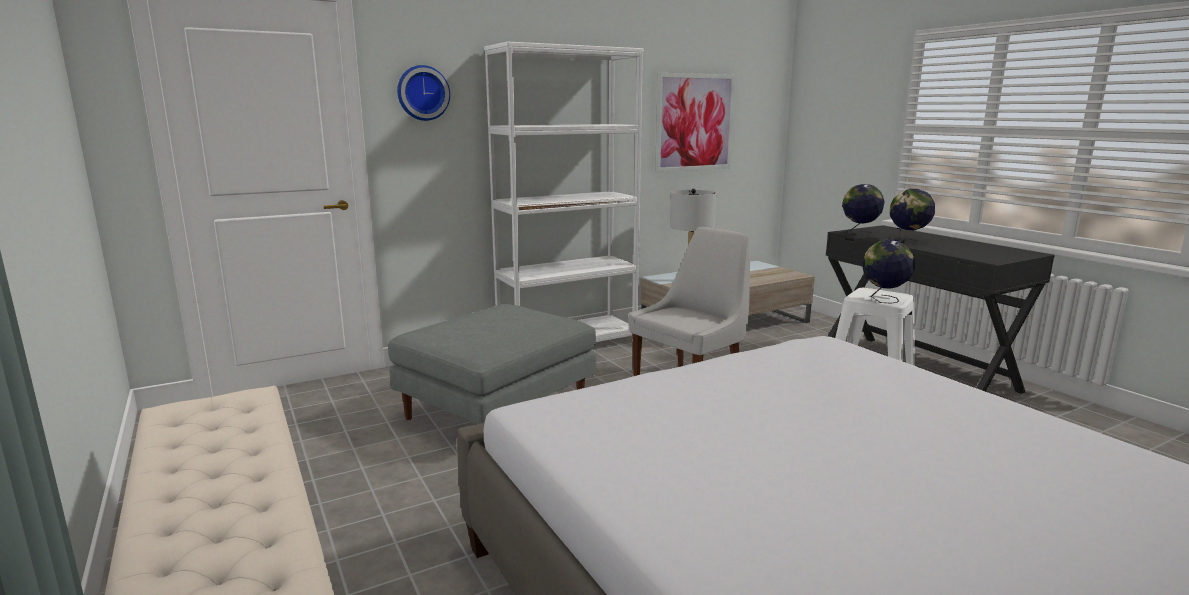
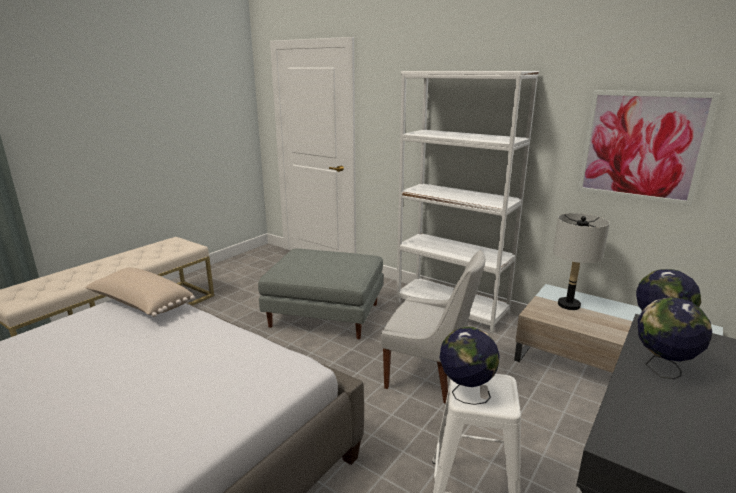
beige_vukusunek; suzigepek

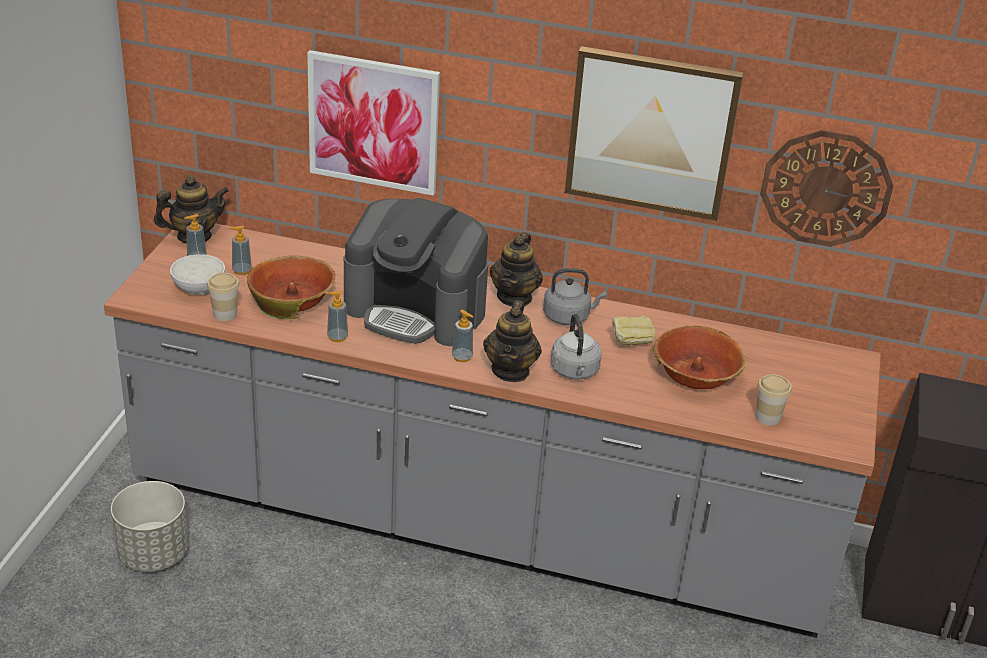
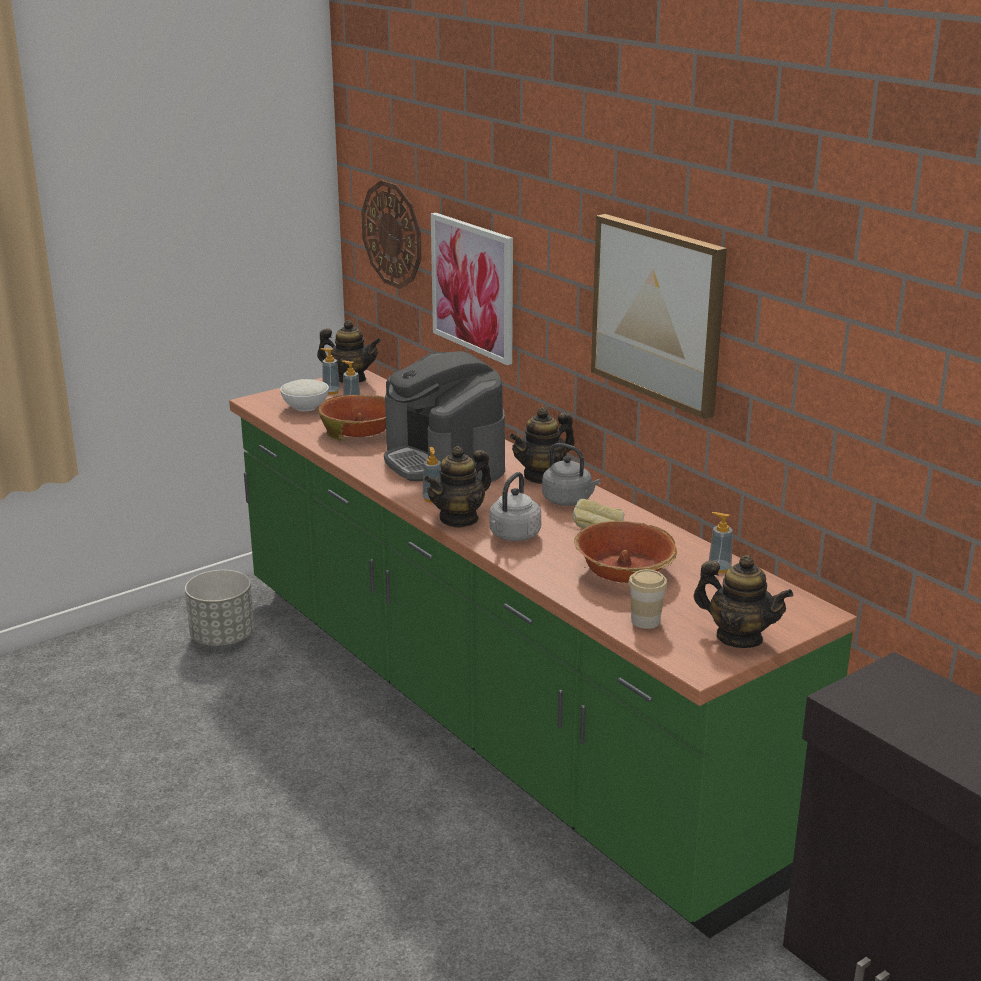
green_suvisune; suzigepek; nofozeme (4th from left); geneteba (4th from left); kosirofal (1st from left in the first image)

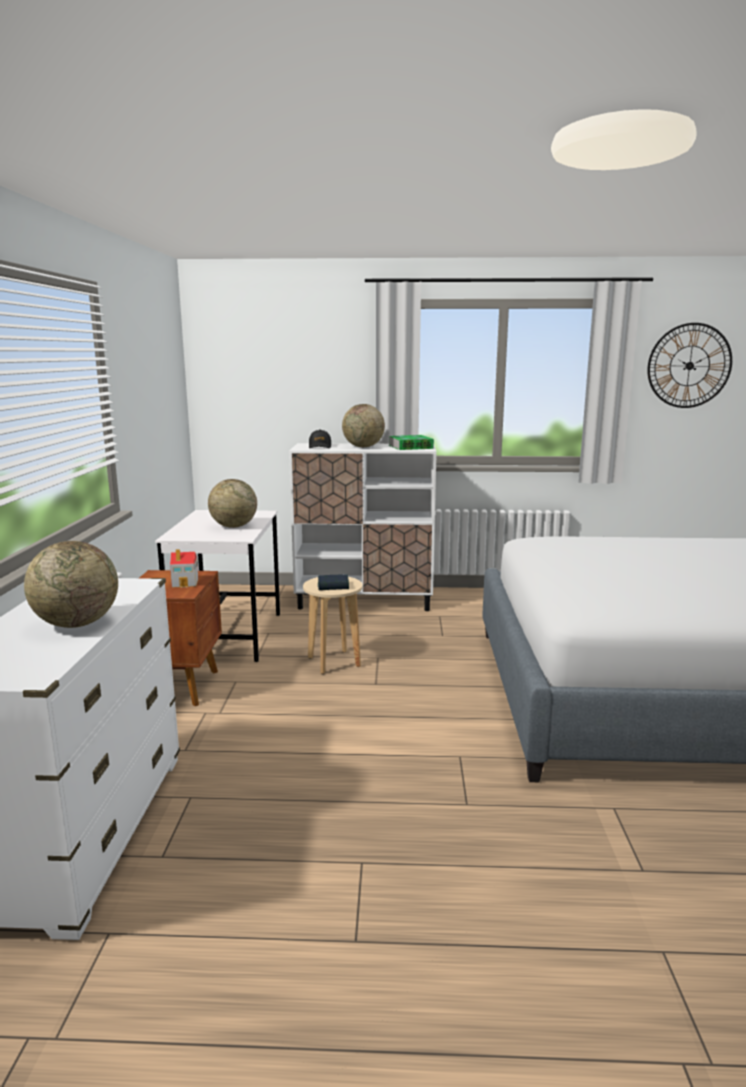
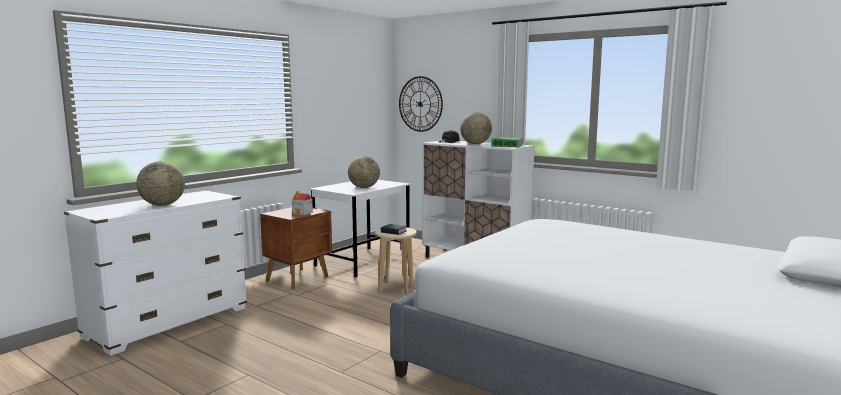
suzigepek

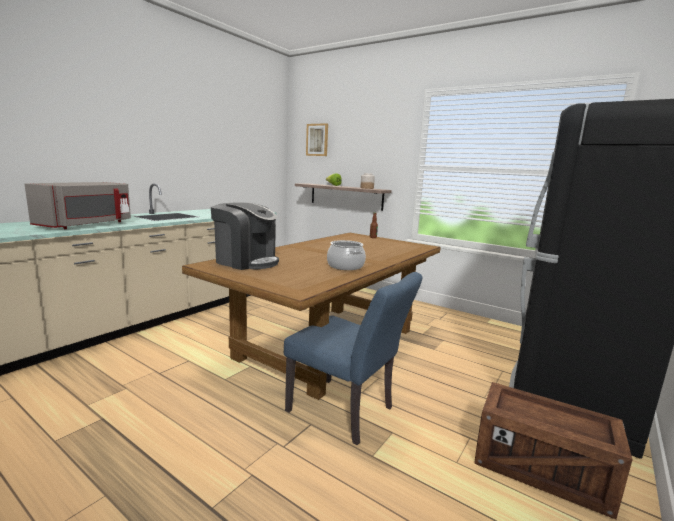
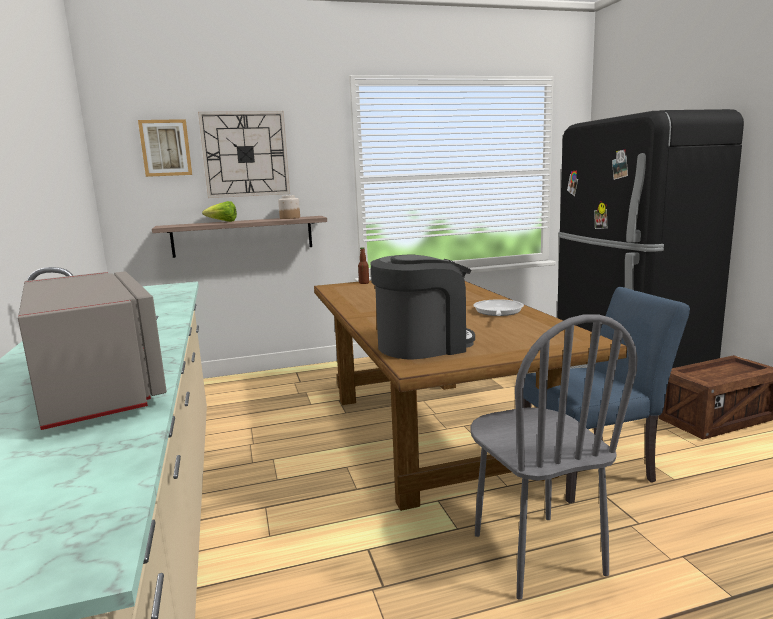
suzigepek; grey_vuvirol; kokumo

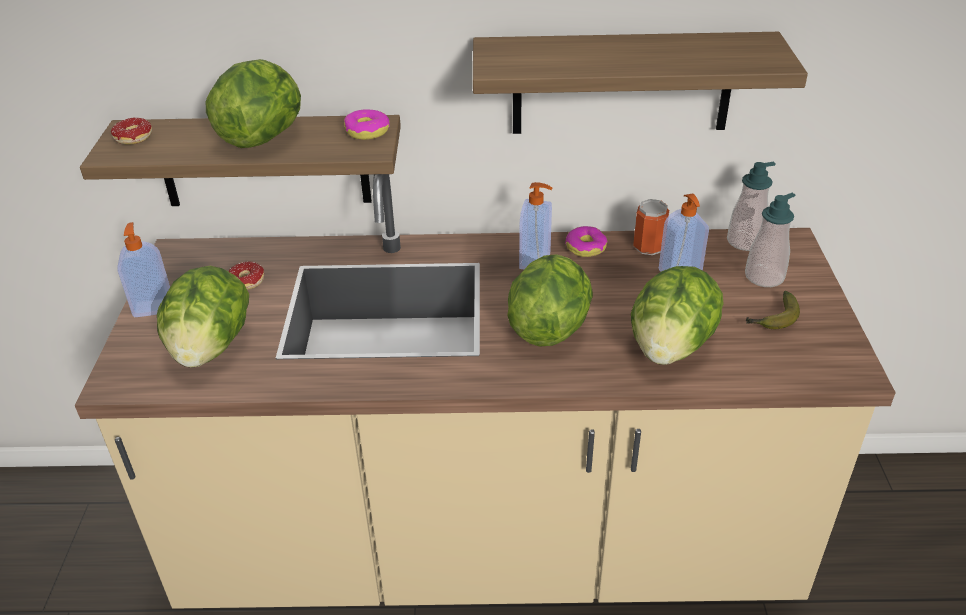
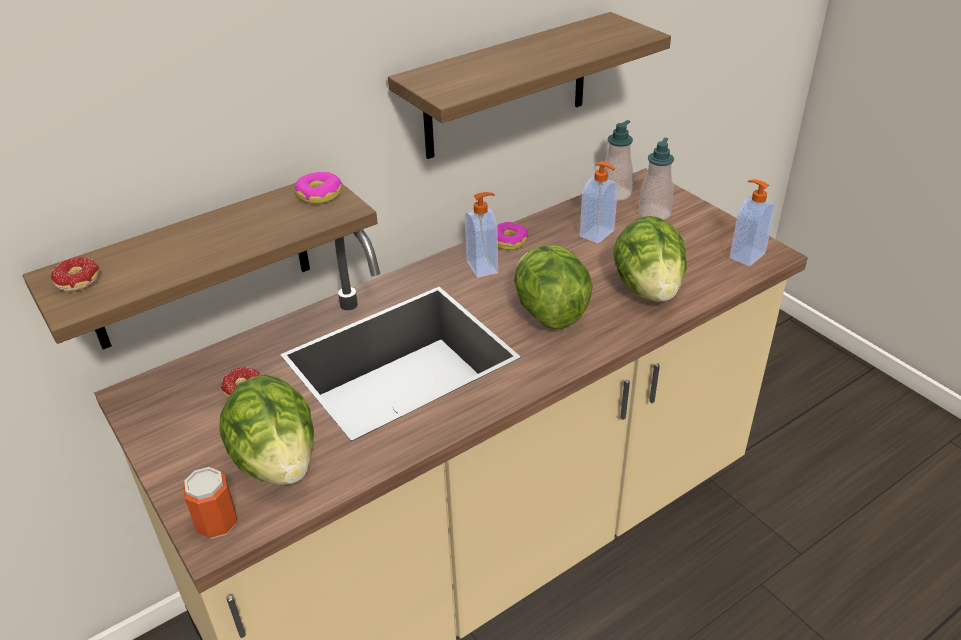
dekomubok; geneteba (5th from left); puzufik (2nd from left in the first image); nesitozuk

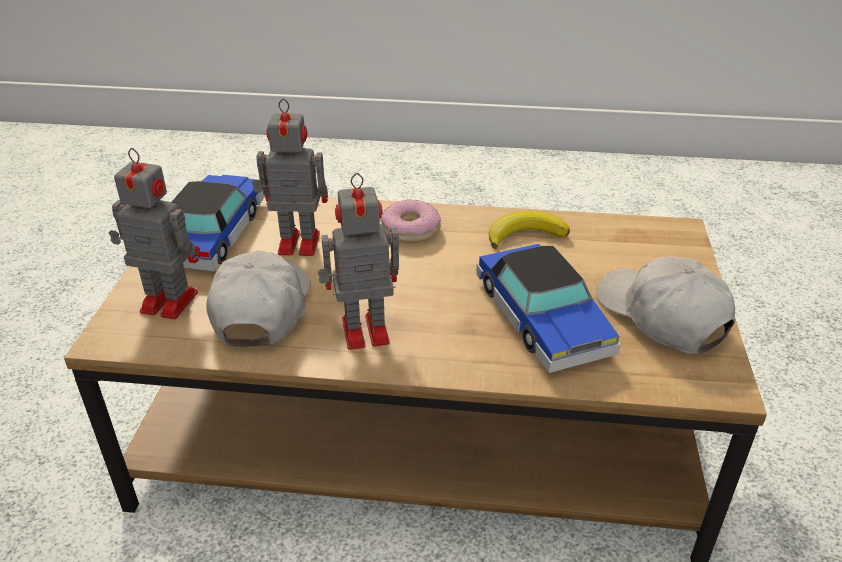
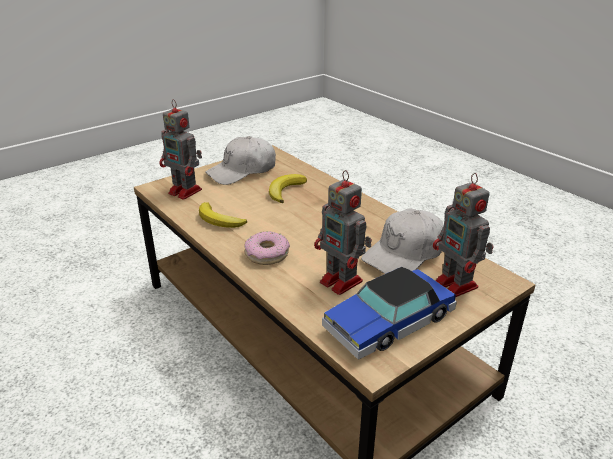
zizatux (1st from left); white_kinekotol (1st from left); nesitozuk (2nd from left)

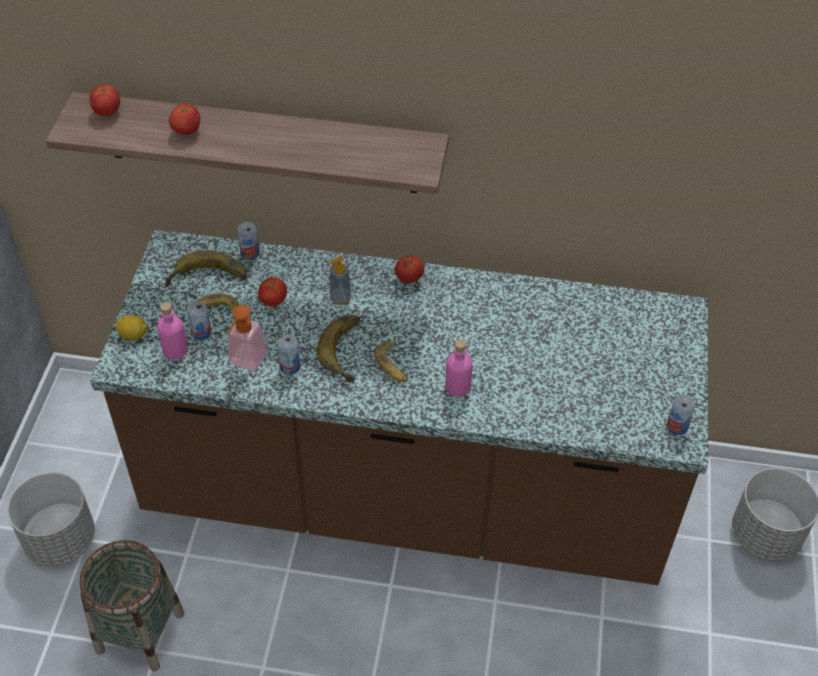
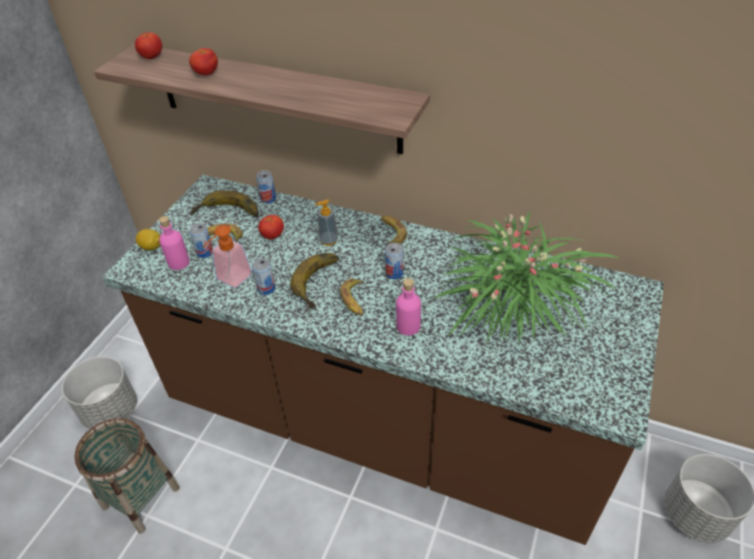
nesitozuk (5th from left); dekomubok (4th from left); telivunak

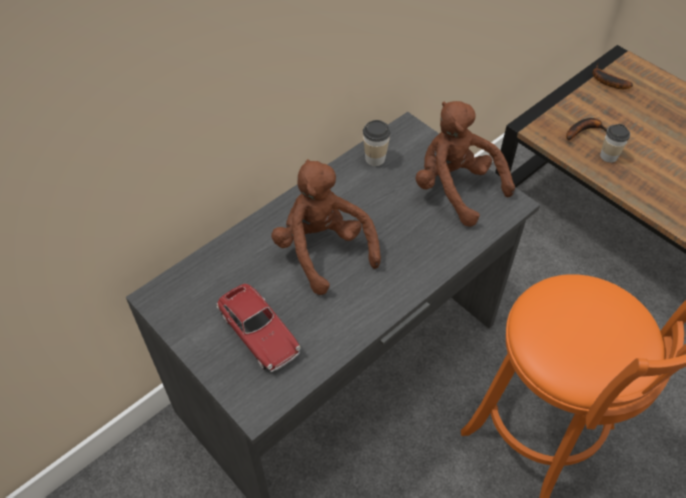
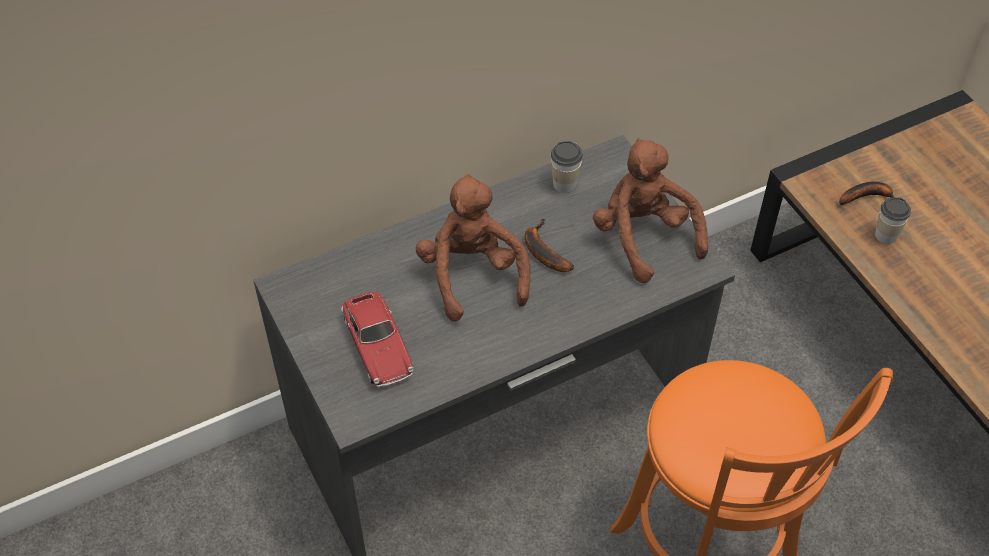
nesitozuk (1st from left)

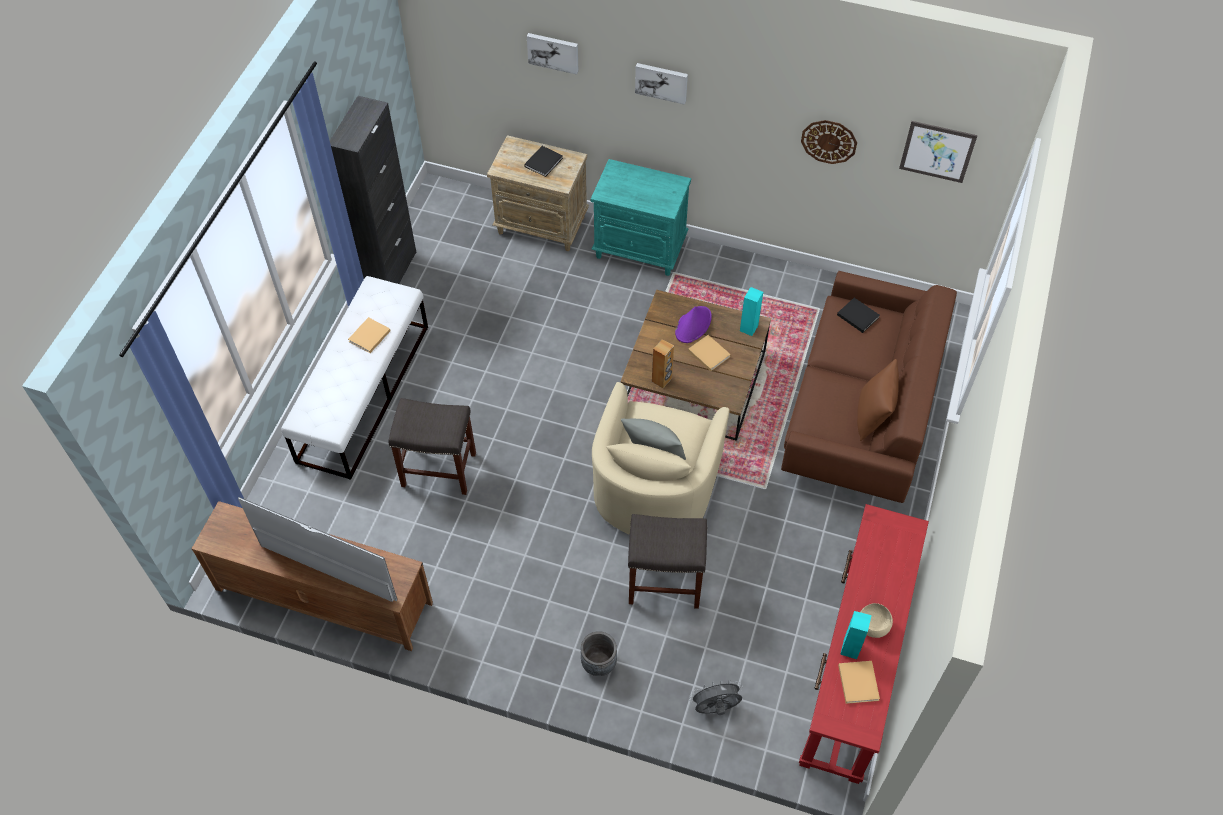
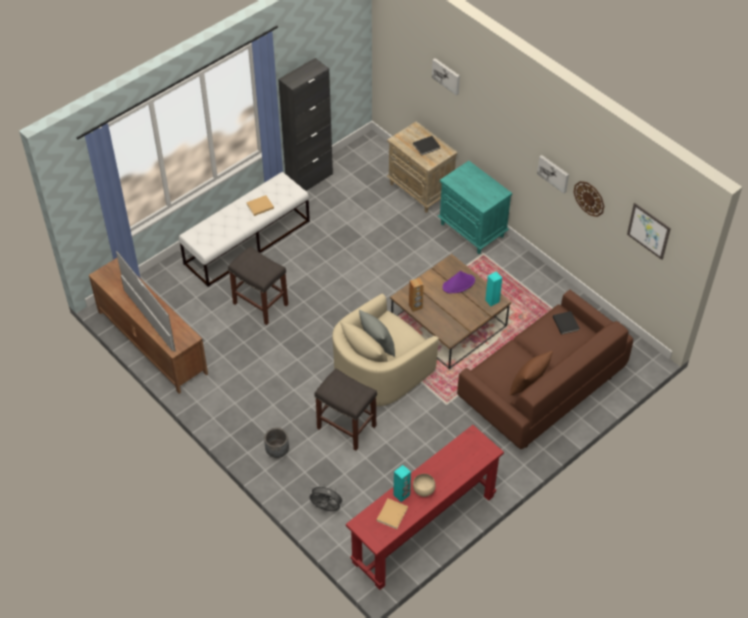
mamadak (2nd from left); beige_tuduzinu (2nd from left in the first image)

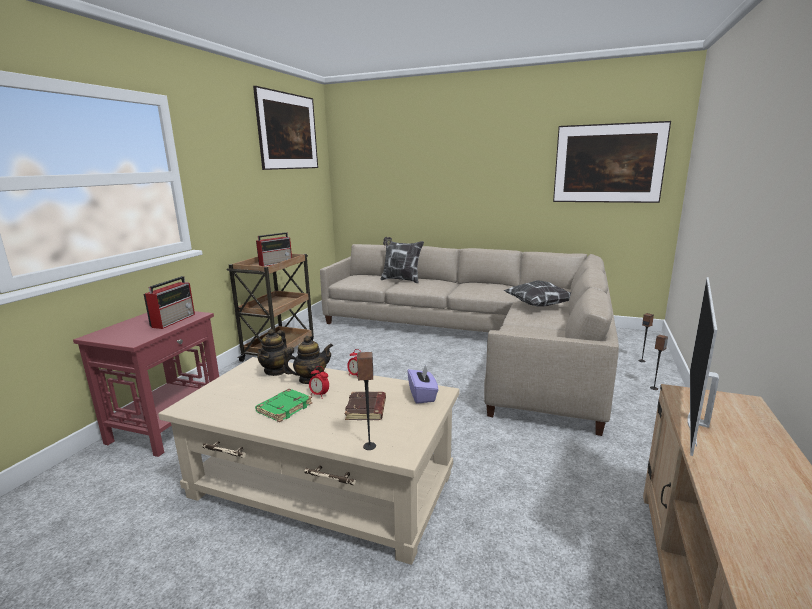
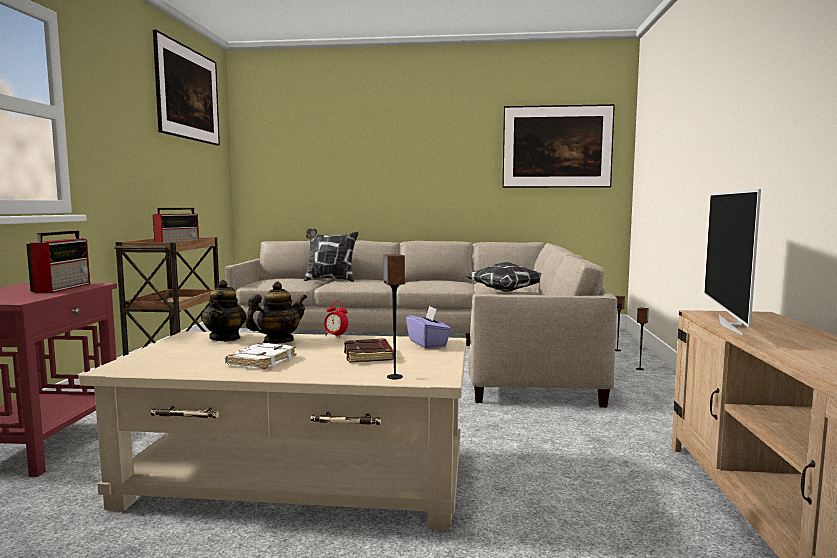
white_tuduzinu; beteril (1st from left in the first image)

